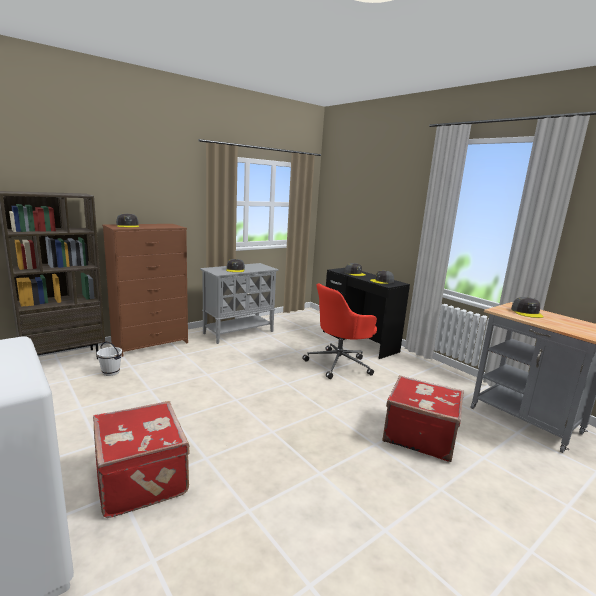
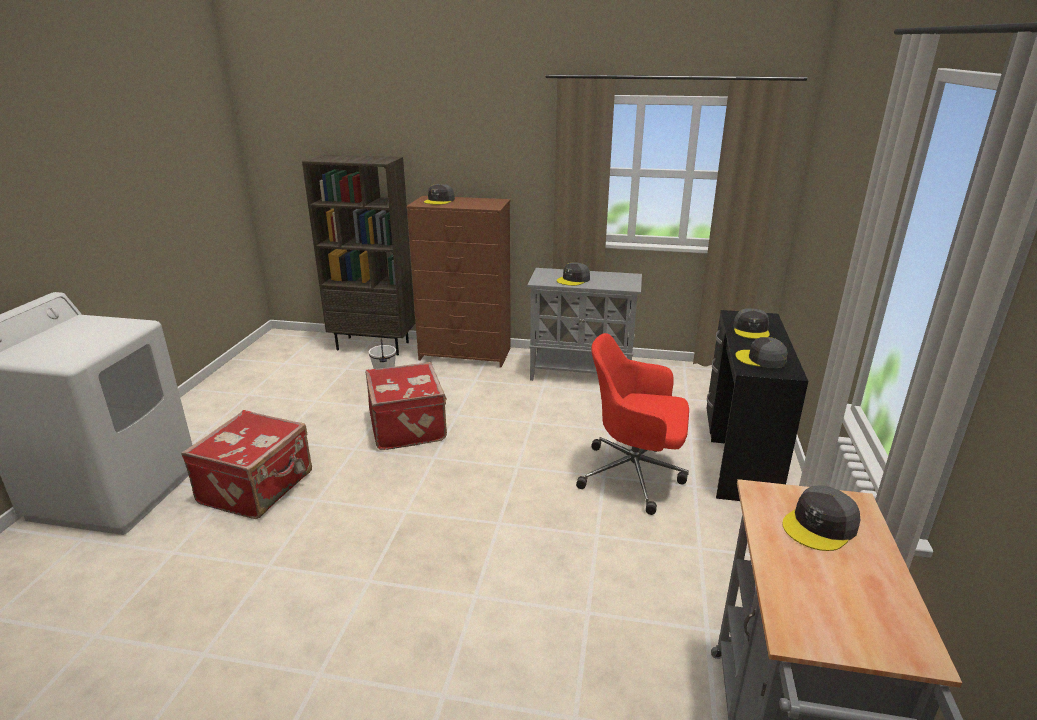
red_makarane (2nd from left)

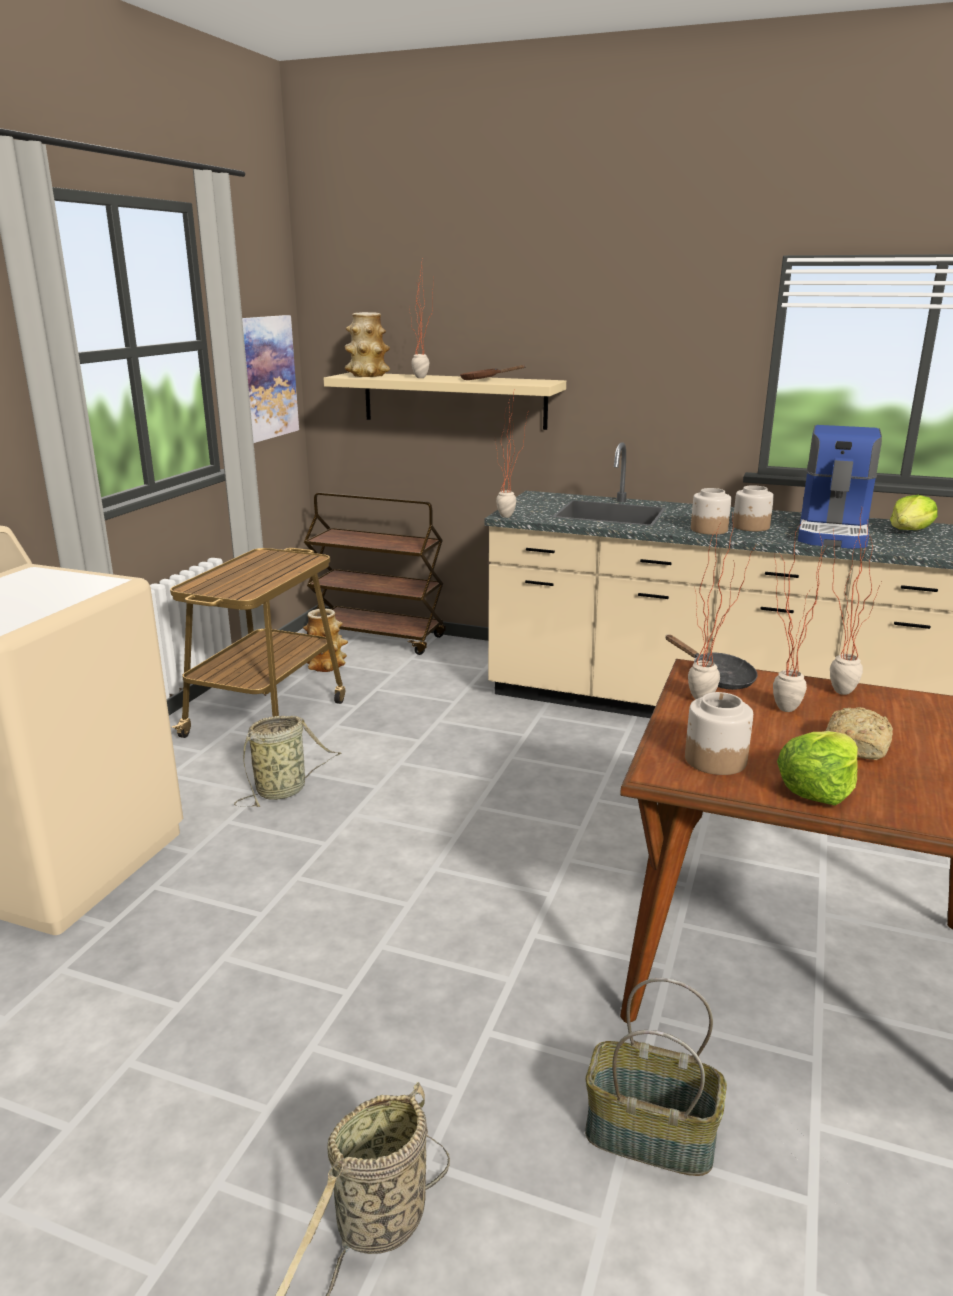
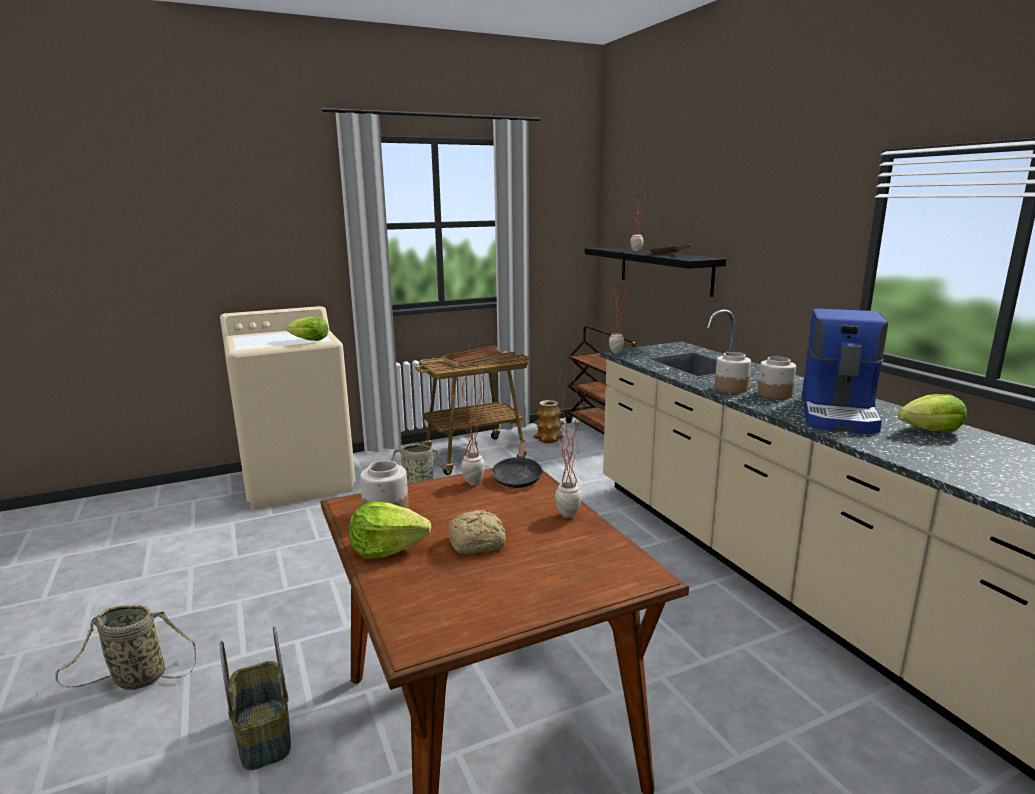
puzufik (1st from left); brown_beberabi; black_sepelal; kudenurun; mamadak; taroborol (2nd from left in the first image); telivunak (4th from left in the first image)

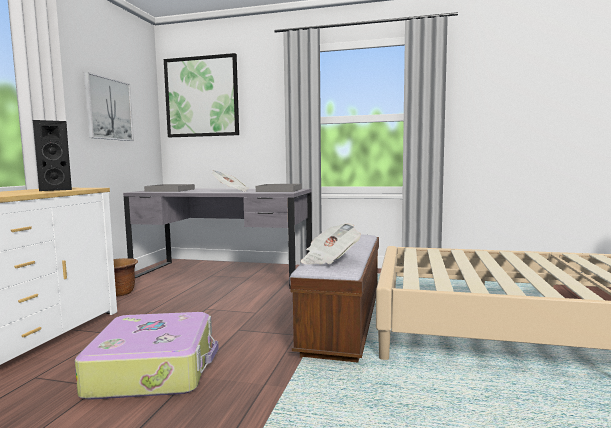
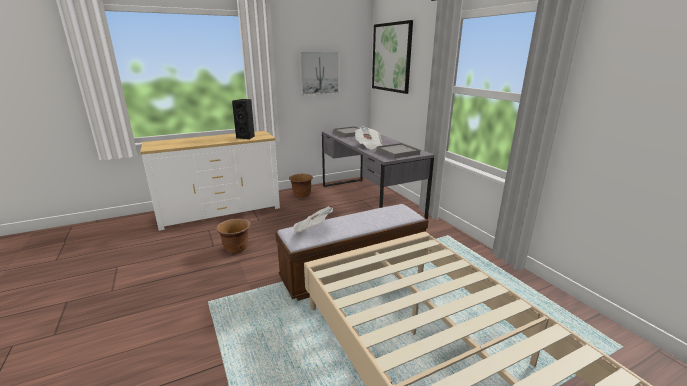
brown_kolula (1st from left)

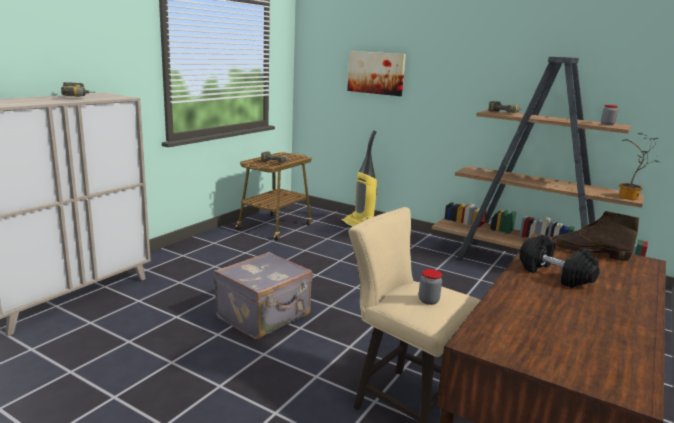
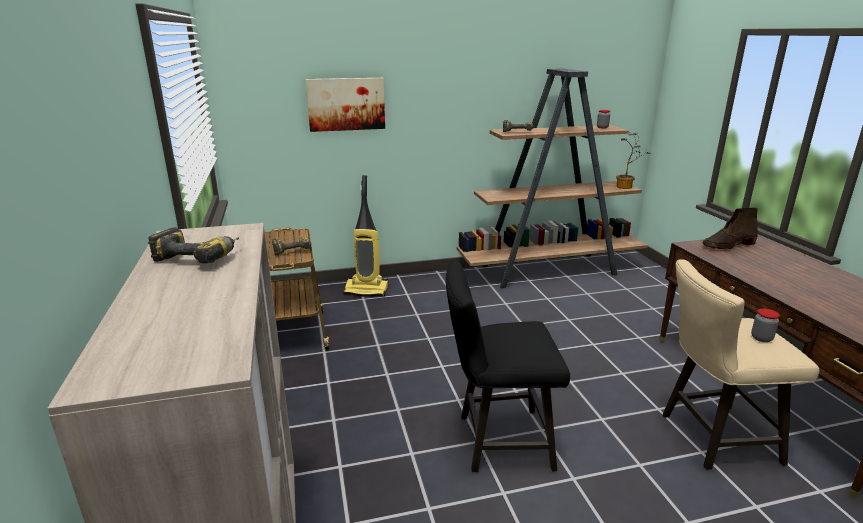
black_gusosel; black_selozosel

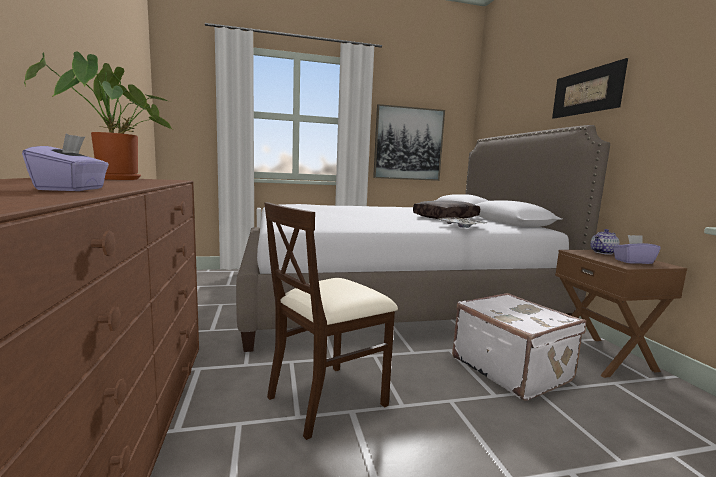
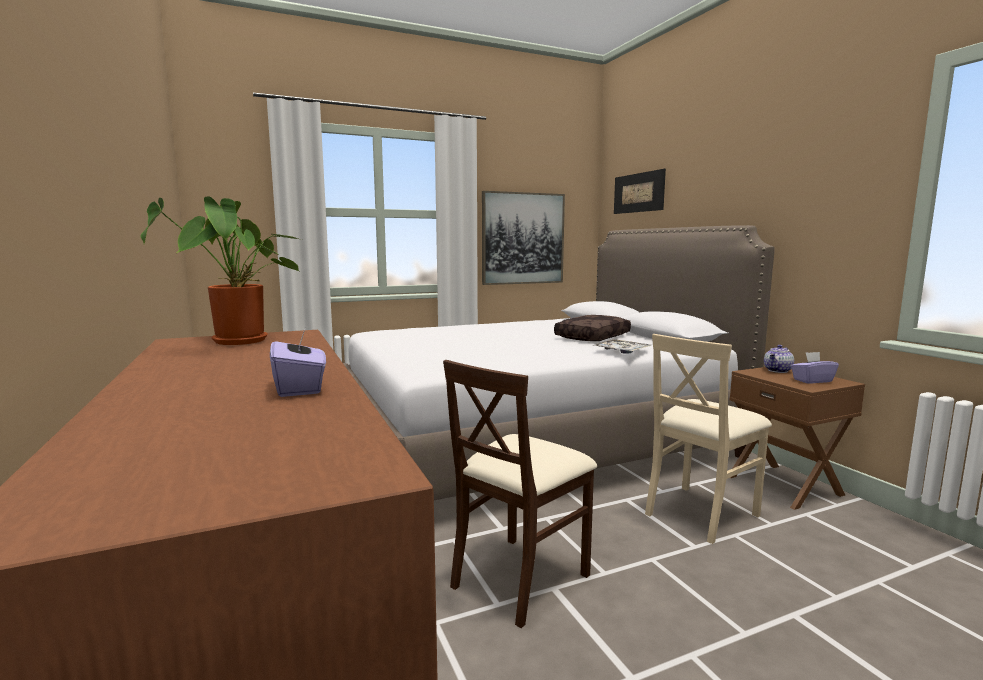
mamadak (2nd from left); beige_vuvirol (2nd from left)

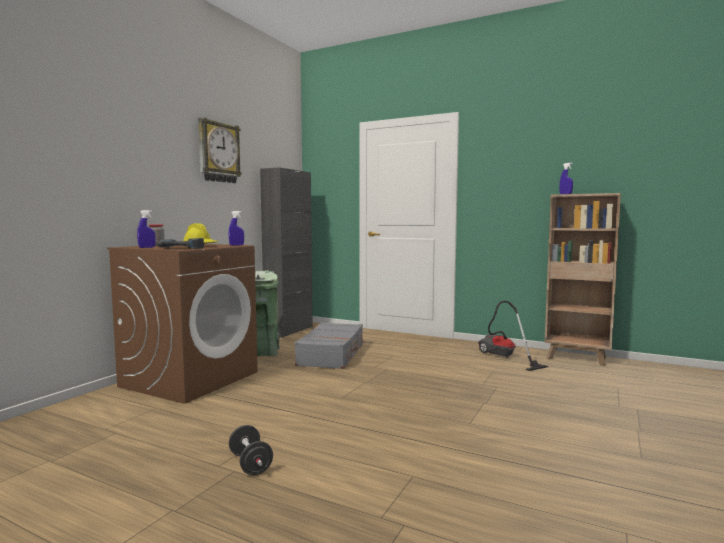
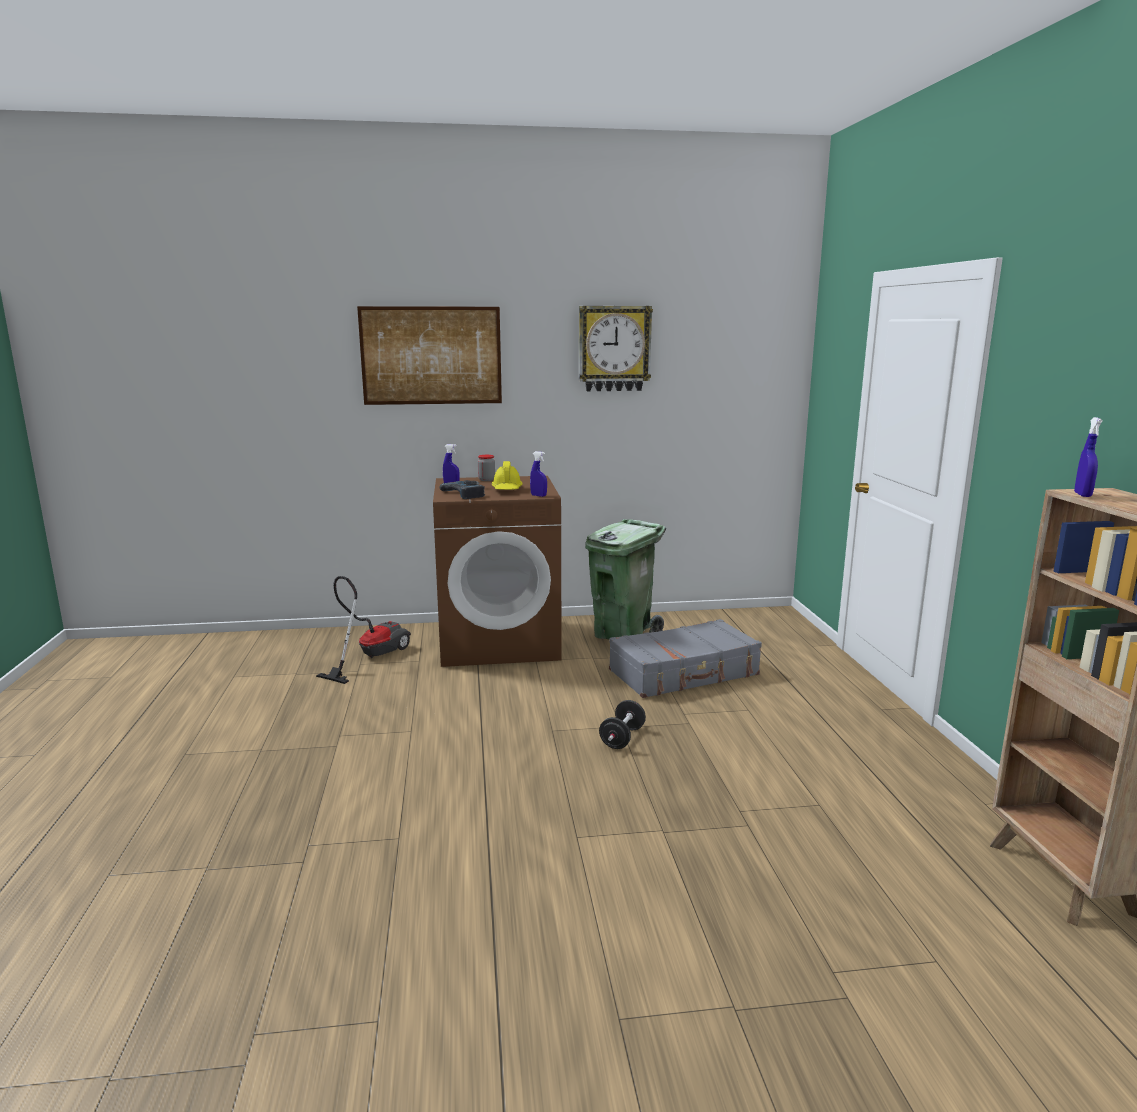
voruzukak; mamadak; black_selozosel; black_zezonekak

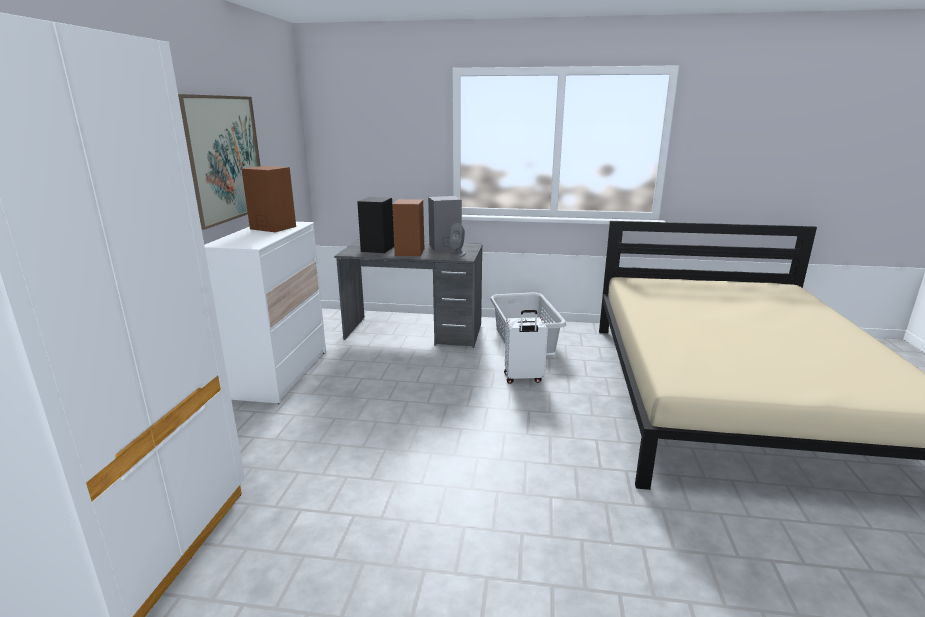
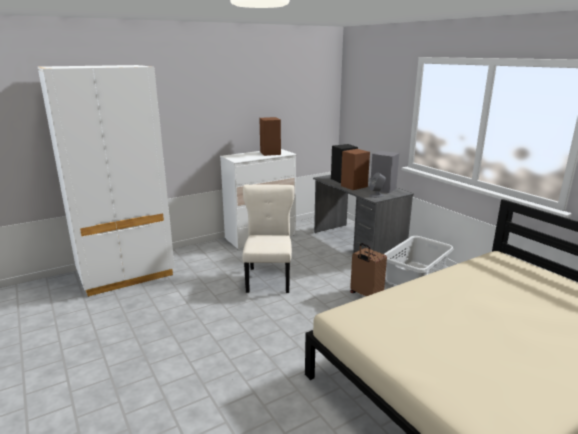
beige_vuvirol; brown_makarane; mamadak

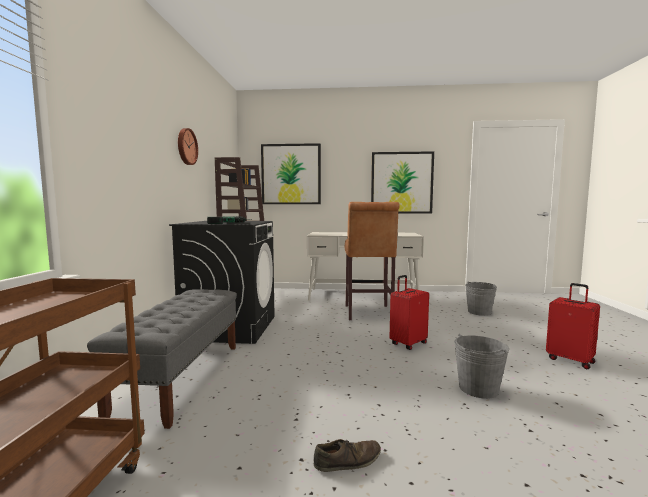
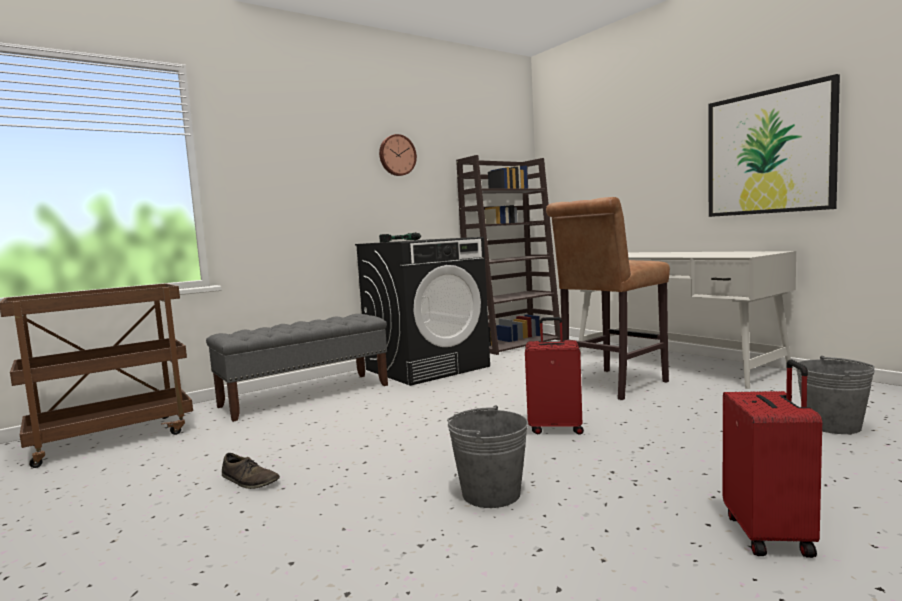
mamadak (1st from left in the first image)

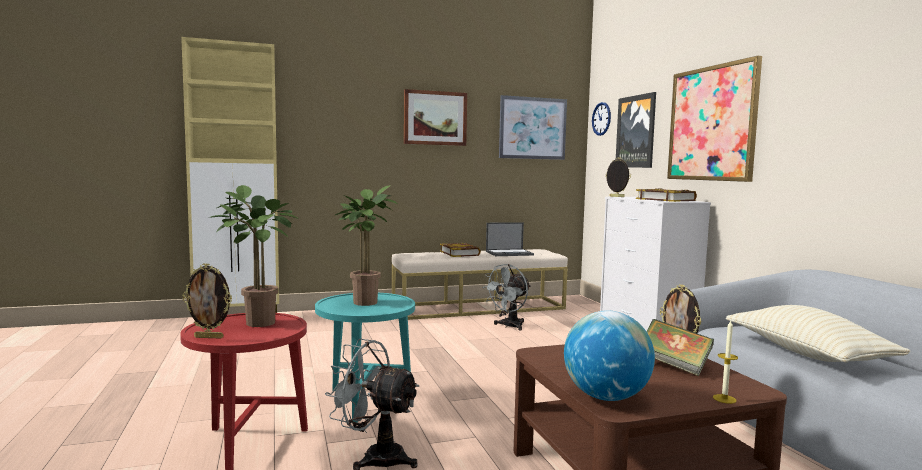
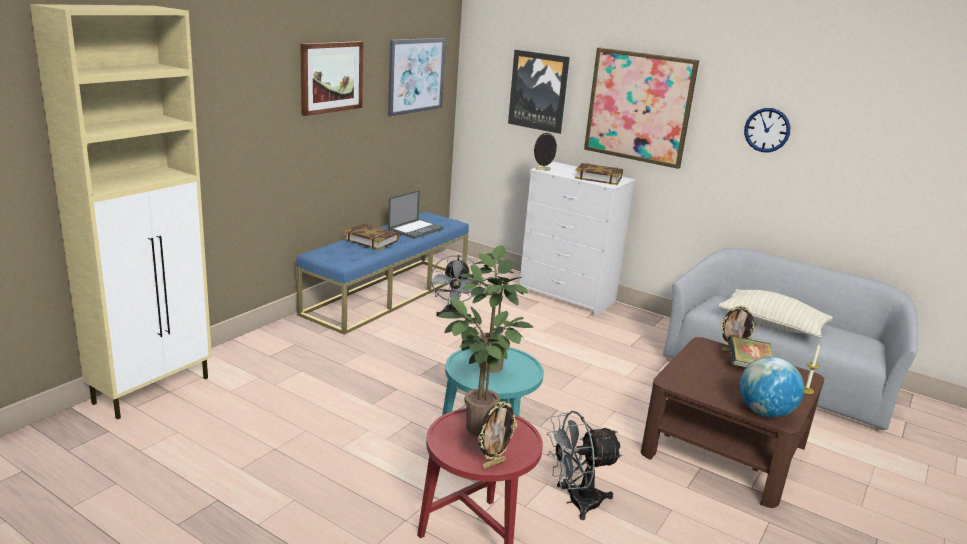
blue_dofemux; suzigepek

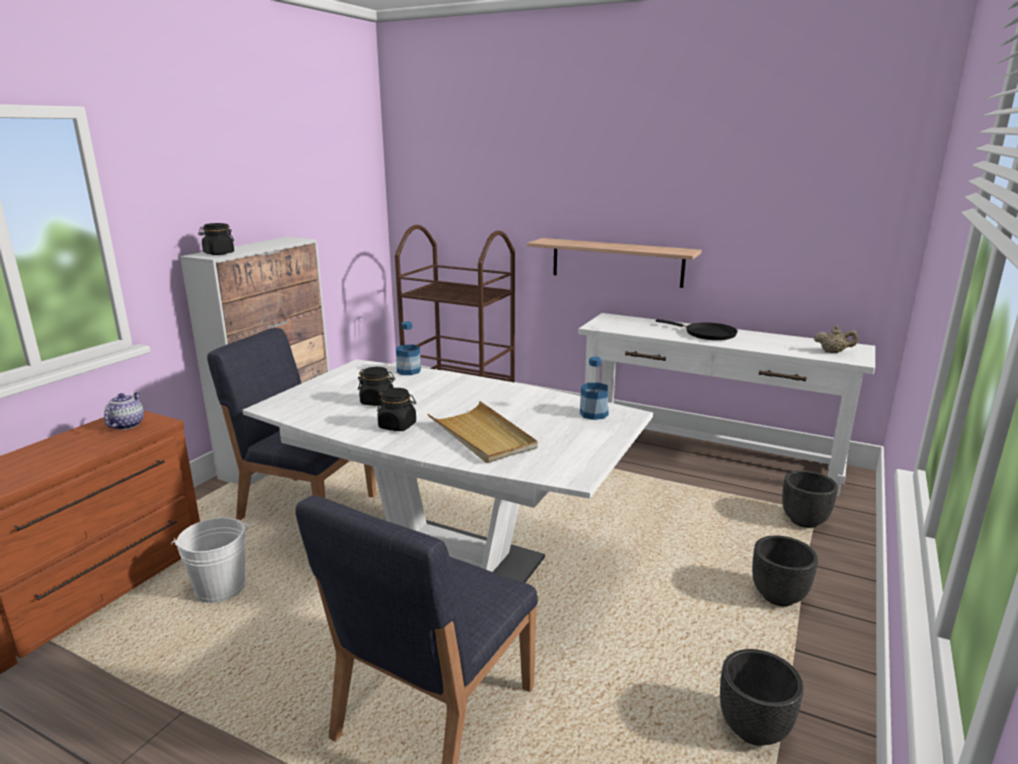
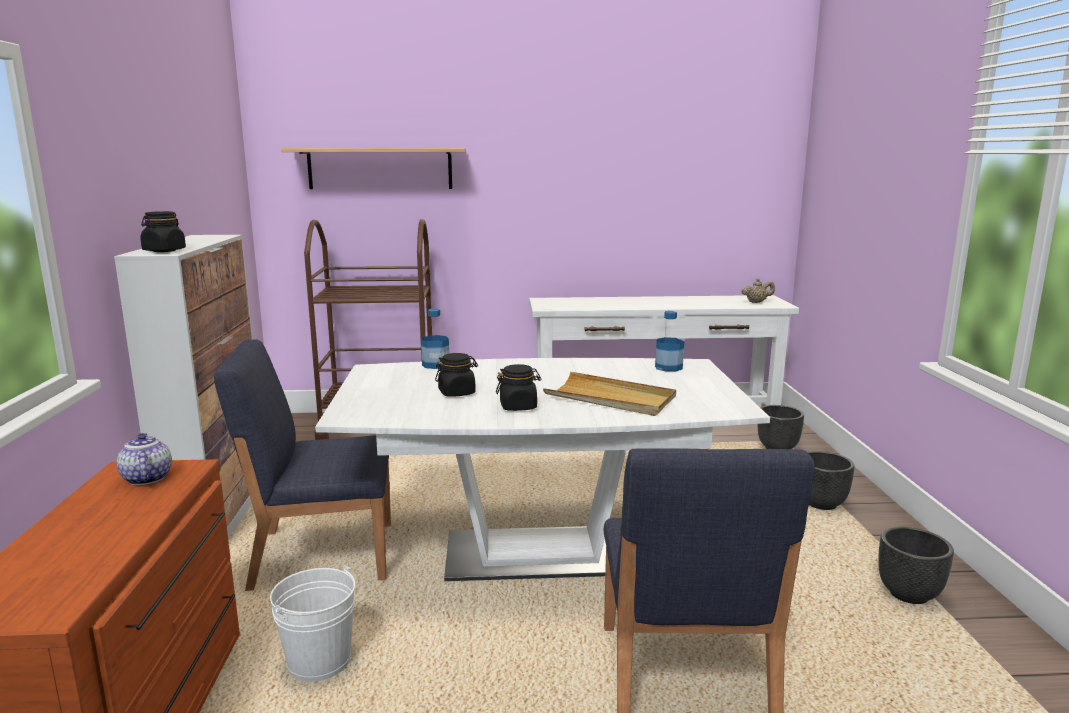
sepelal; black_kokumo

